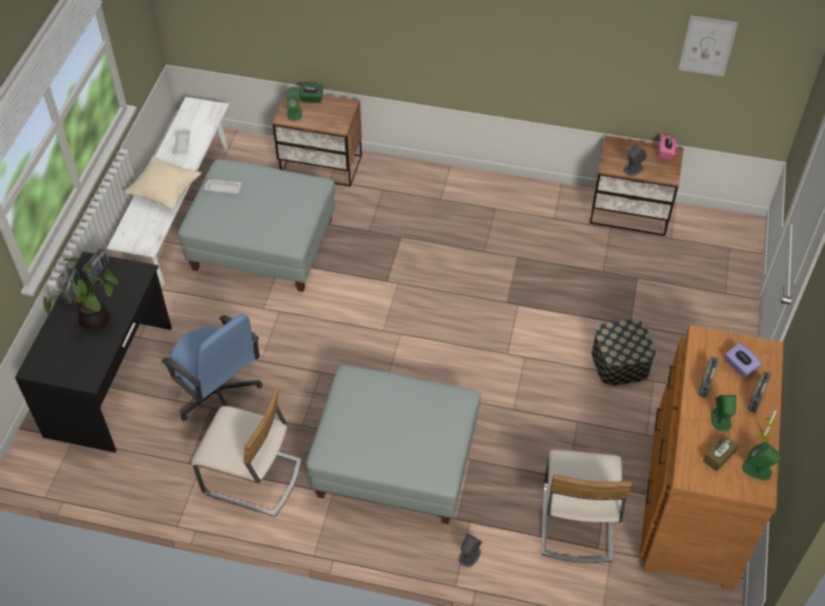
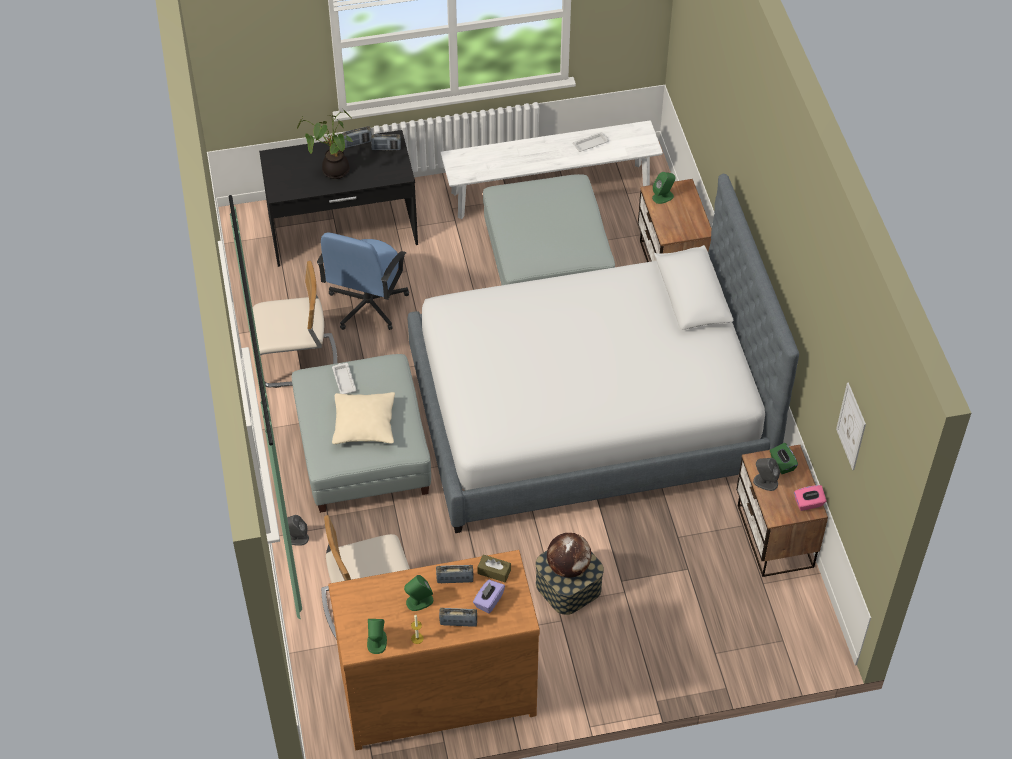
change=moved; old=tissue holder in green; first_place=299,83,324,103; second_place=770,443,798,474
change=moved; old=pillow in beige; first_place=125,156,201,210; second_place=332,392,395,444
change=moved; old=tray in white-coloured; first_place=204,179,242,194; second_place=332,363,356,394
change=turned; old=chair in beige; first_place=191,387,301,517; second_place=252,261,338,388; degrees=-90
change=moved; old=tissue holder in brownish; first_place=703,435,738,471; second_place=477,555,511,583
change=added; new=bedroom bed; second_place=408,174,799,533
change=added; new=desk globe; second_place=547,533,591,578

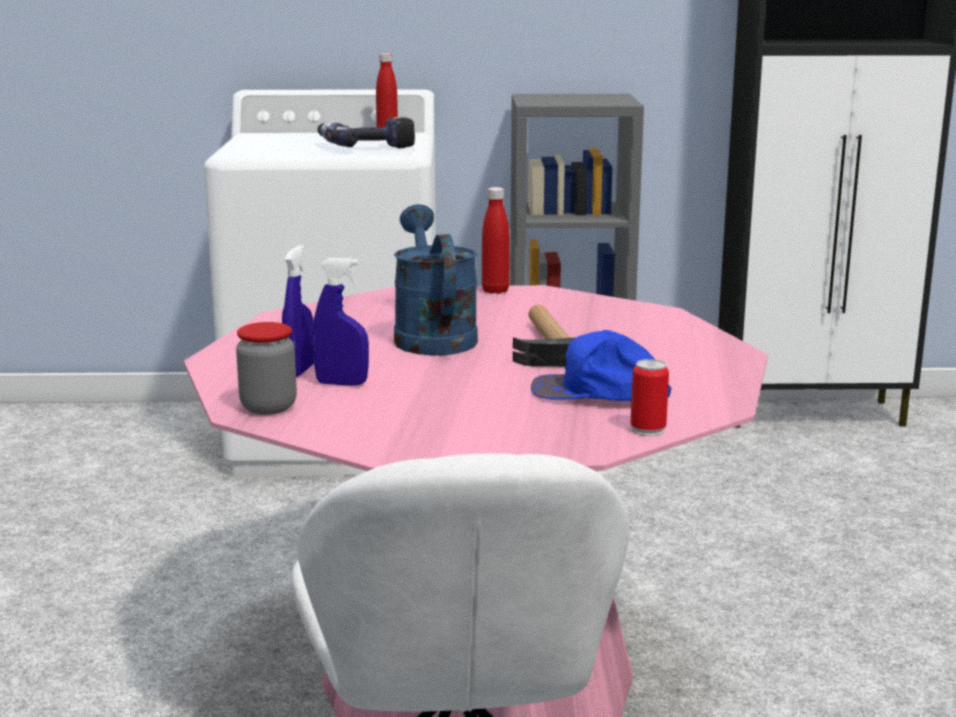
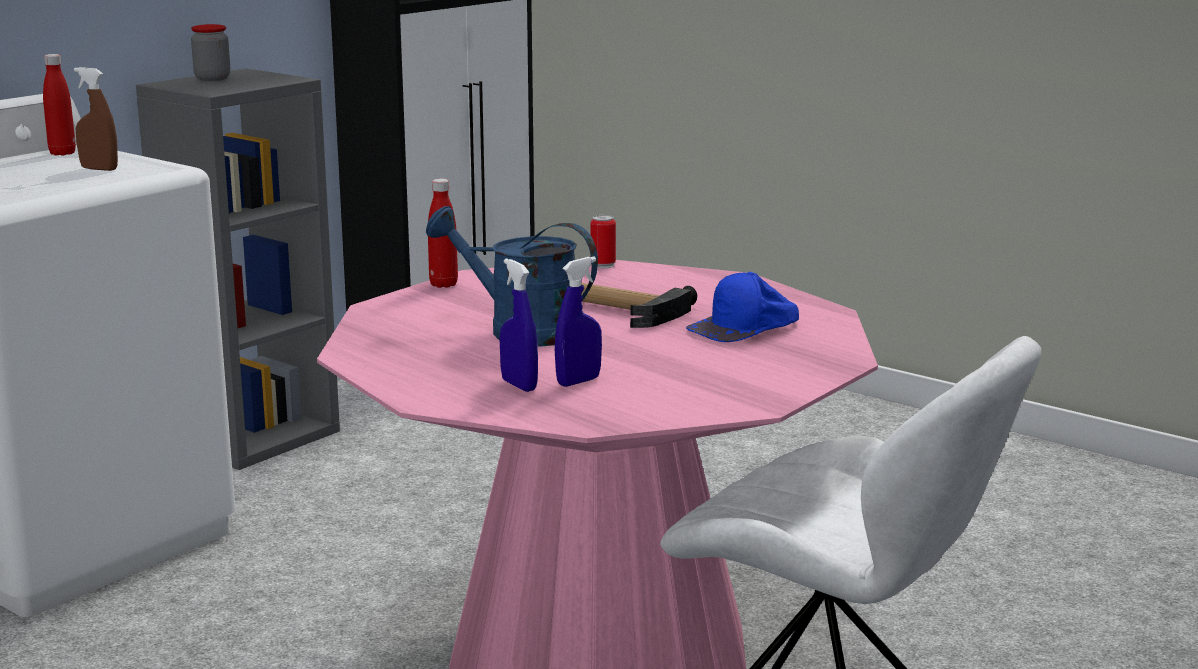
change=replaced; old=power drill; new=sprayer in brownish; first_place=317,117,415,148; second_place=74,67,118,171
change=moved; old=preserve jar; first_place=236,322,297,415; second_place=191,24,230,81
change=moved; old=sealed can; first_place=631,359,669,436; second_place=591,215,616,268

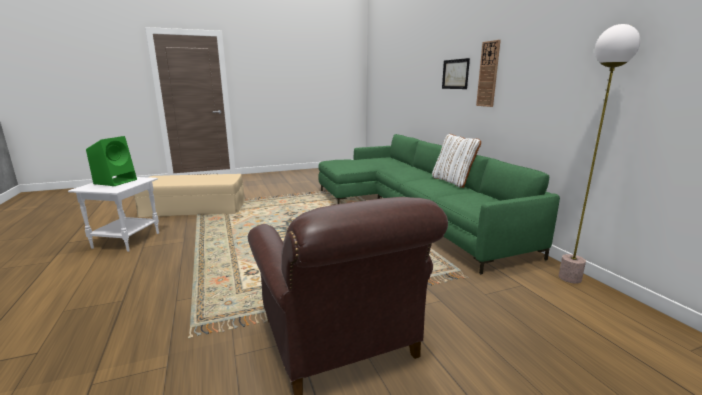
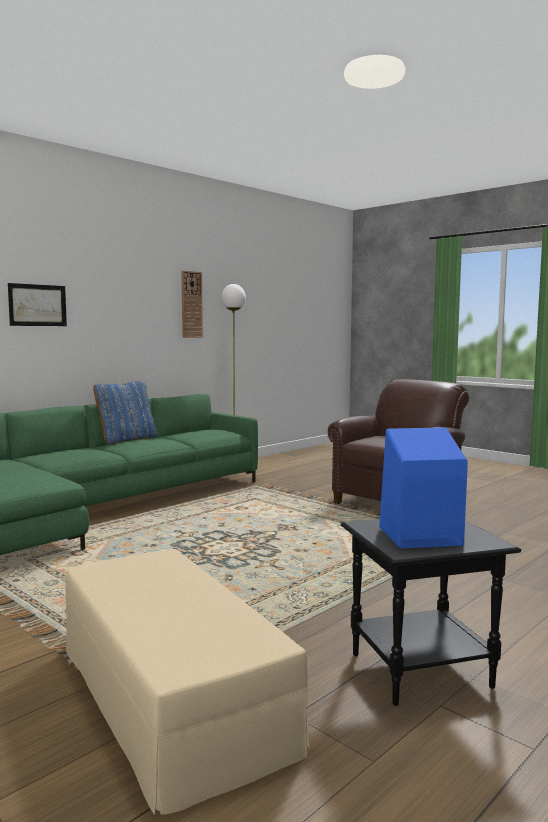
change=moved; old=hanging clock; first_place=476,40,501,107; second_place=181,270,203,338
change=recoloured; old=pillow in white-coloured; new=pillow in bluish; first_place=432,134,481,188; second_place=93,381,158,445
change=recoloured; old=speaker in green; new=speaker in bluish; first_place=86,136,137,186; second_place=379,427,468,548
change=recoloured; old=end table in white-coloured; new=end table in black; first_place=68,176,159,252; second_place=341,519,521,706

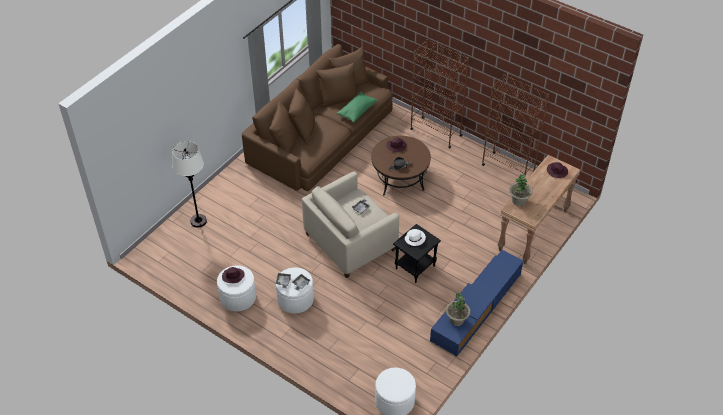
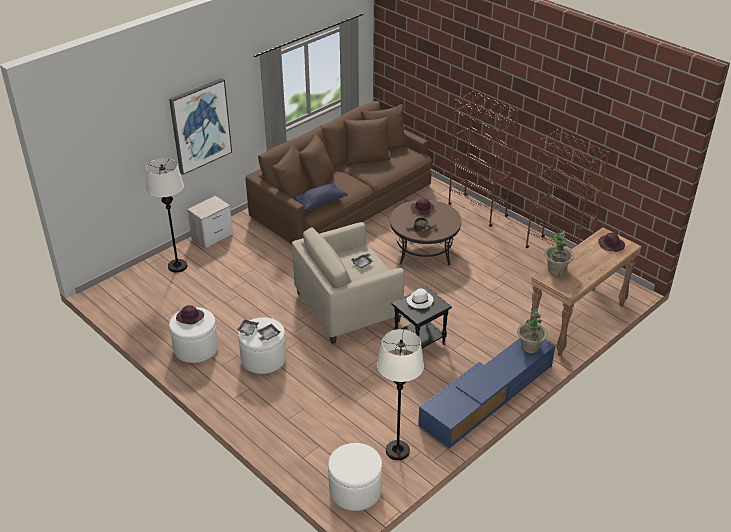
change=removed; old=pillow in green; first_place=337,91,378,123
change=moved; old=potted plant; first_place=446,293,470,326; second_place=517,308,547,353
change=added; new=wall picture; second_place=169,78,232,175
change=added; new=pillow in bluish; second_place=292,182,348,211
change=added; new=nightstand; second_place=187,196,233,248
change=added; new=floor lamp in white-coloured; second_place=377,329,424,460

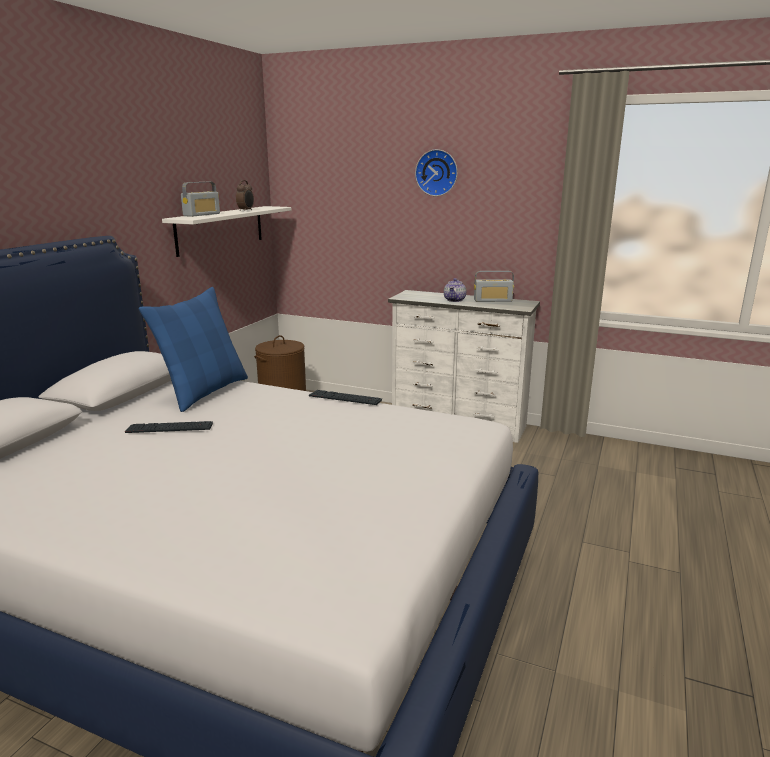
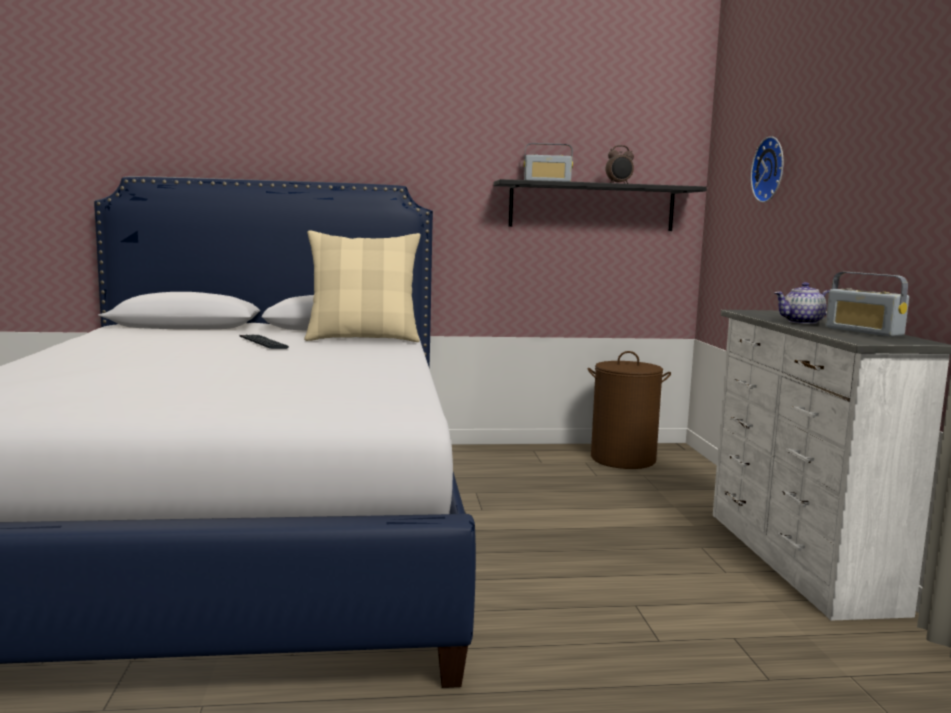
change=moved; old=hanging clock; first_place=415,149,458,196; second_place=751,136,784,203
change=recoloured; old=bracket shelf in white-coloured; new=bracket shelf in black; first_place=162,206,292,257; second_place=494,179,707,231
change=recoloured; old=pillow in bluish; new=pillow in beige; first_place=139,287,248,412; second_place=304,230,421,342
change=removed; old=keyboard; first_place=309,390,382,405

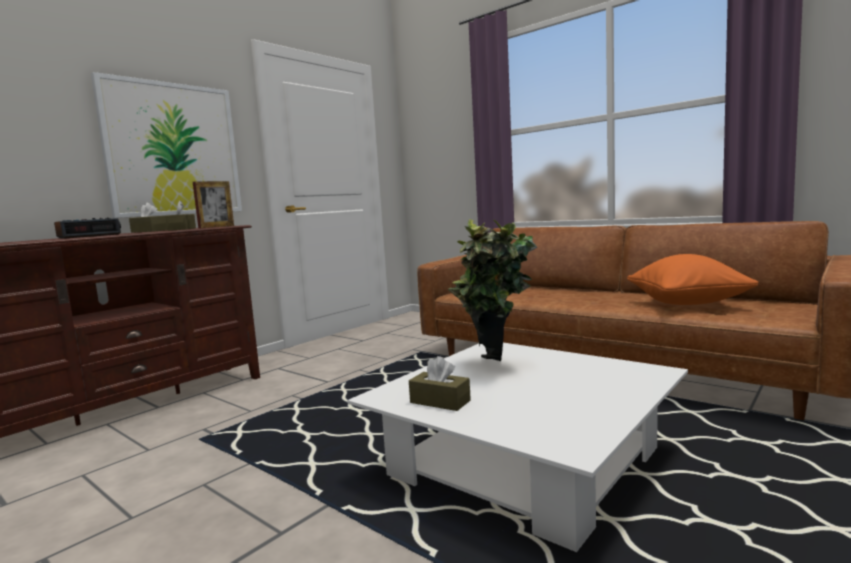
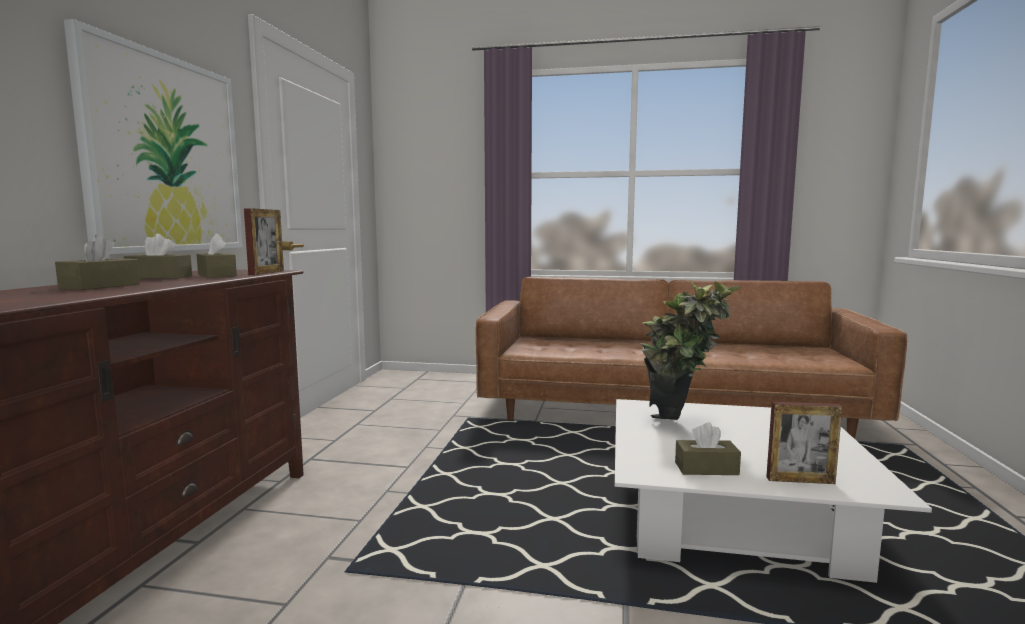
change=replaced; old=bedside clock; new=tissue holder in brownish; first_place=54,217,121,238; second_place=55,235,140,290
change=removed; old=pillow in orangey; first_place=627,254,759,305
change=added; new=standing frame; second_place=766,402,842,484

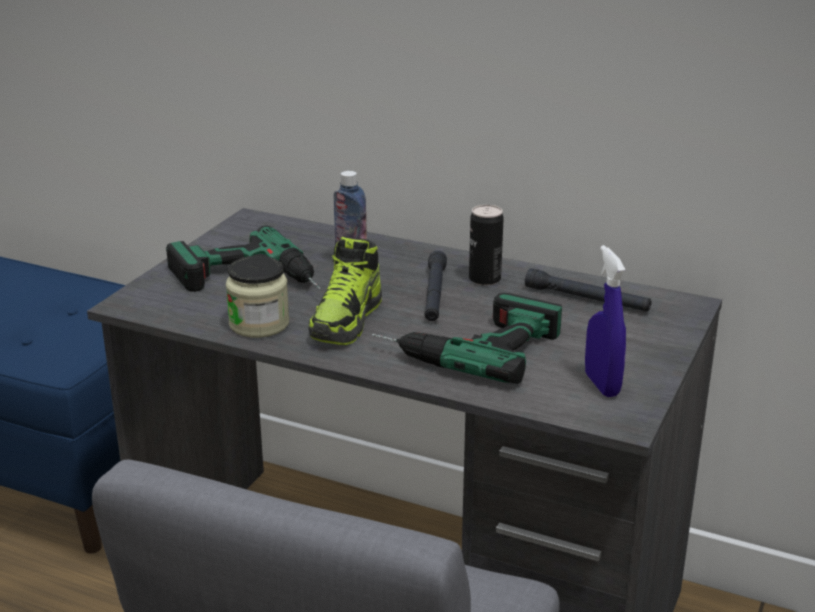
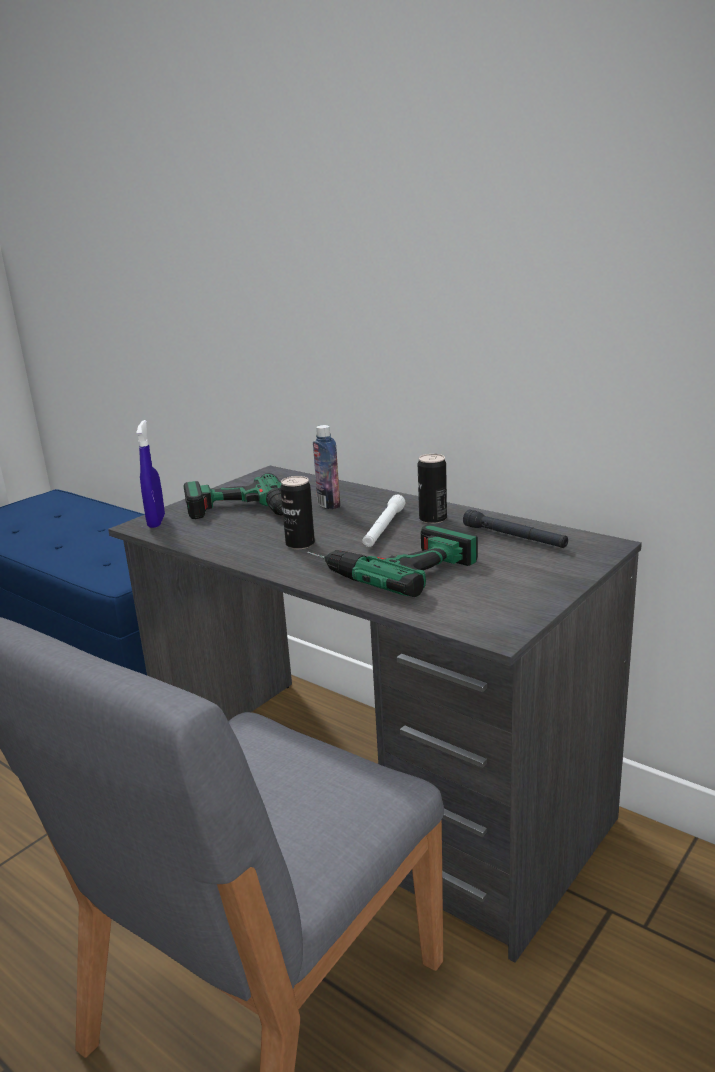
change=replaced; old=shoe; new=sealed can; first_place=308,237,382,345; second_place=280,476,315,549
change=moved; old=sprayer in bluish; first_place=585,245,626,397; second_place=136,420,165,528
change=recoloured; old=hand torch in black; new=hand torch in white-coloured; first_place=425,251,447,321; second_place=363,495,405,547
change=removed; old=preserve jar; first_place=226,256,289,338

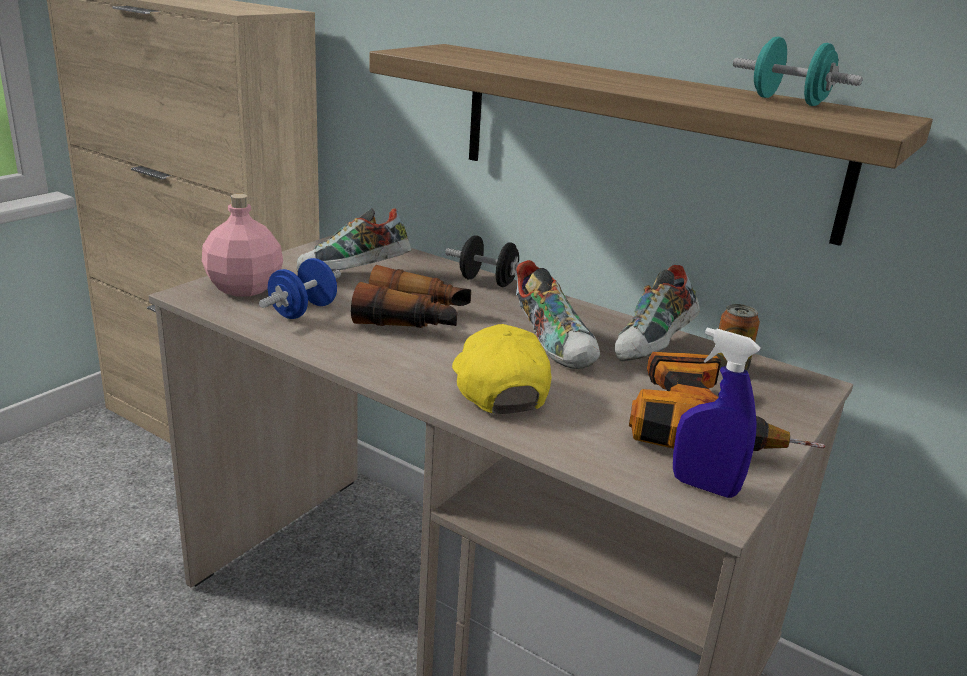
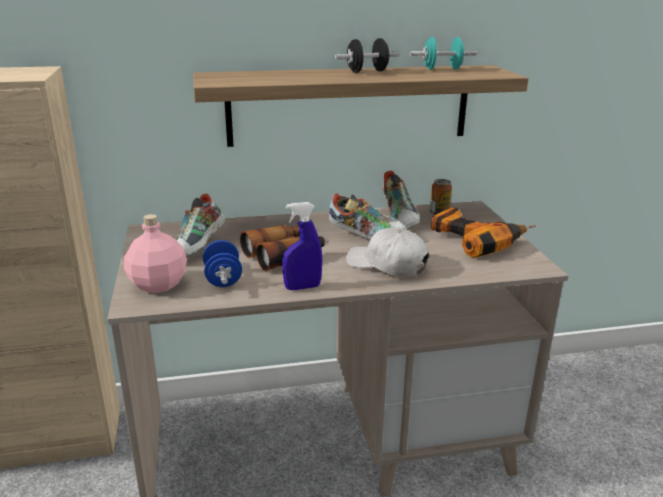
change=moved; old=hand weight in black; first_place=445,235,520,287; second_place=335,38,400,73
change=recoloured; old=baseball cap in yellowish; new=baseball cap in white-coloured; first_place=452,324,551,414; second_place=346,227,429,277
change=moved; old=sprayer in bluish; first_place=673,327,760,498; second_place=282,202,322,290

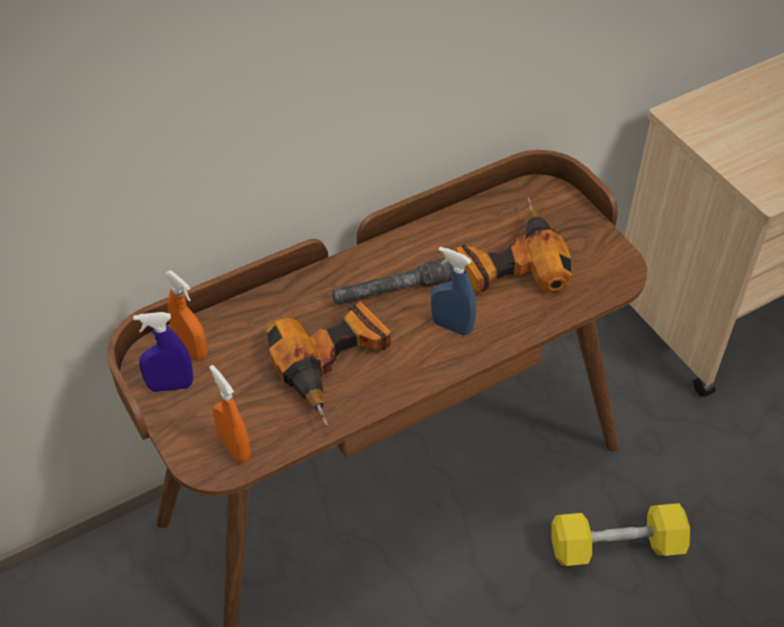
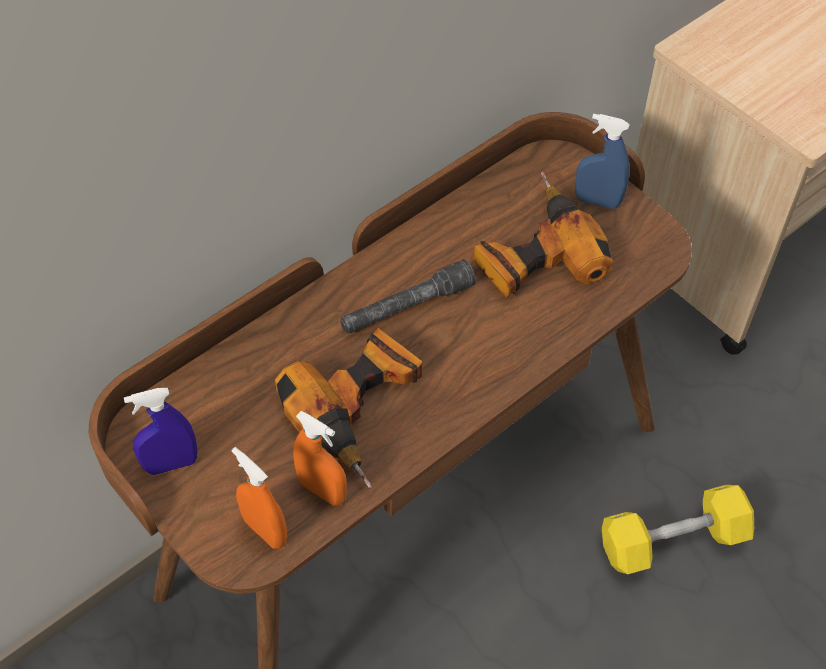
change=moved; old=sprayer in bluish; first_place=431,247,476,336; second_place=575,113,630,209
change=moved; old=sprayer in orangey; first_place=165,270,207,361; second_place=293,411,347,506

